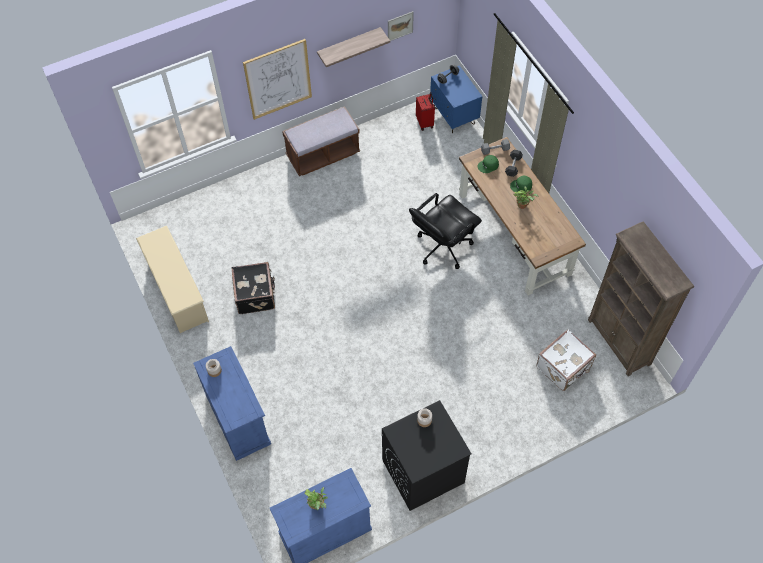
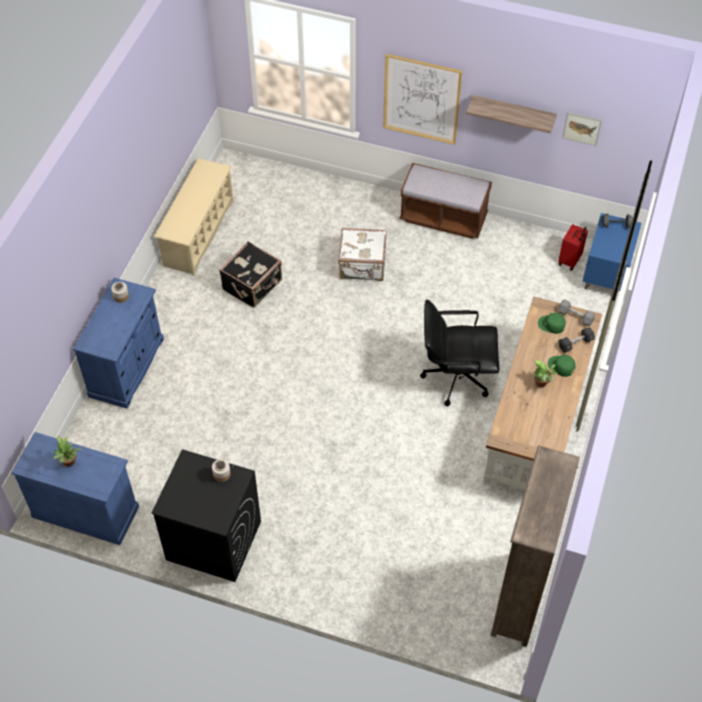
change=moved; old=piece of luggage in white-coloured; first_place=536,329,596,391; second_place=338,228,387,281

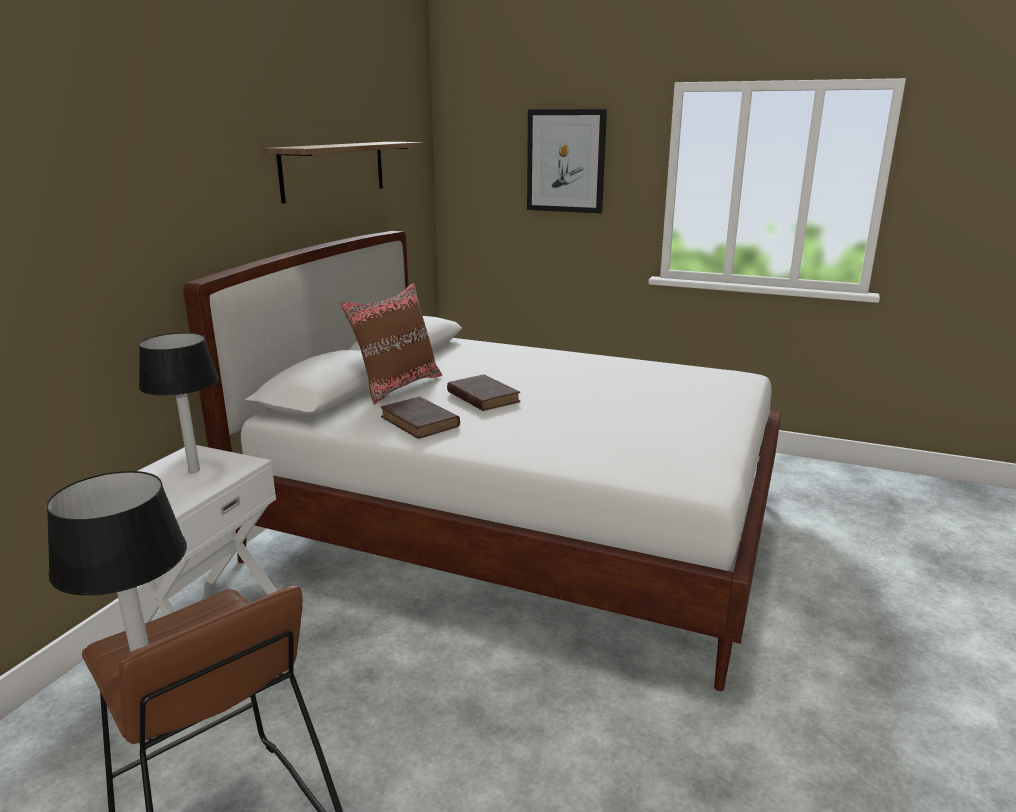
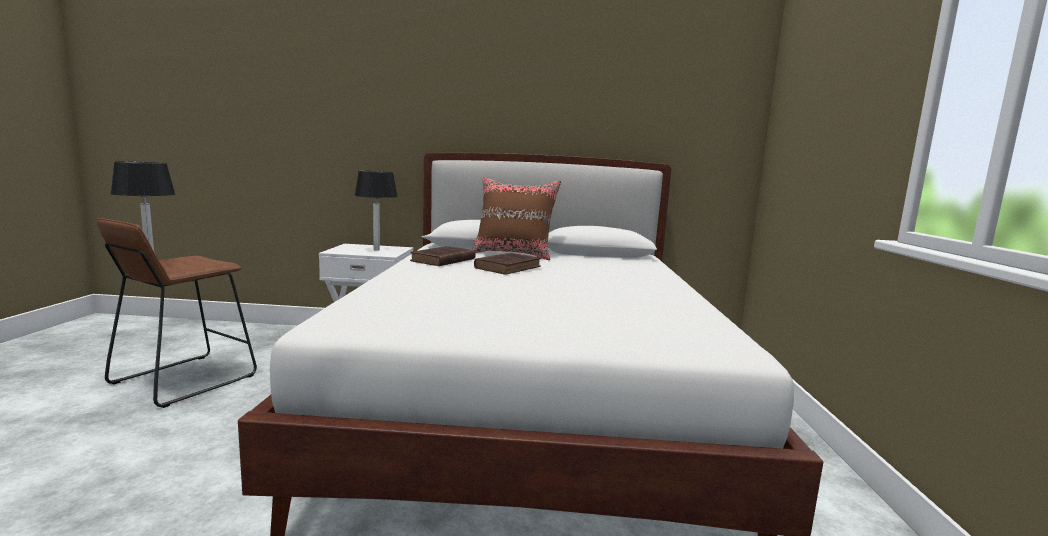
change=removed; old=wall picture; first_place=527,109,607,213
change=removed; old=bracket shelf; first_place=262,142,423,204

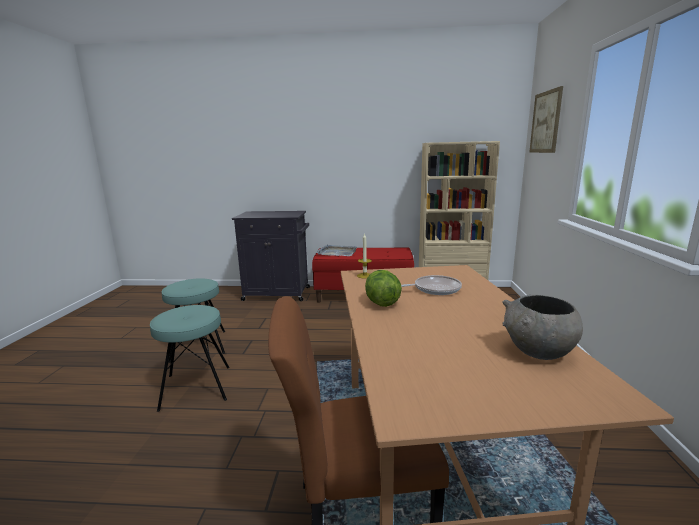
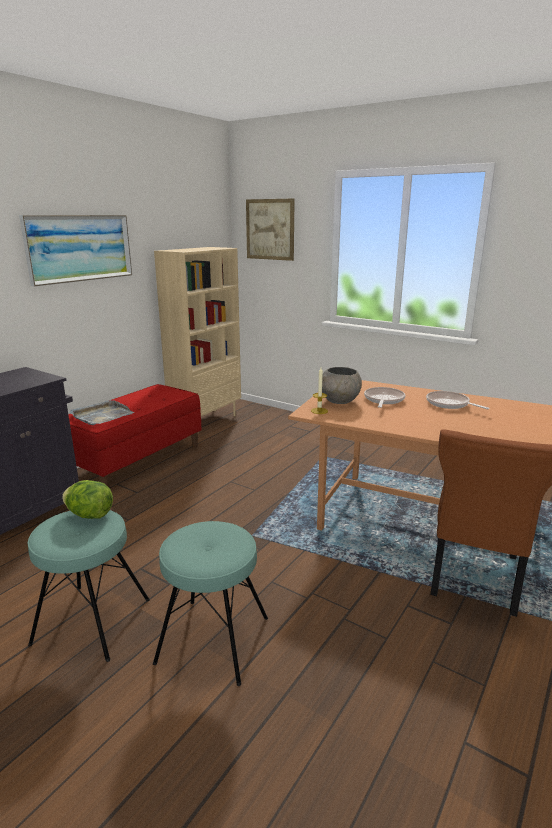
change=moved; old=lettuce head; first_place=365,270,402,307; second_place=62,480,113,519
change=moved; old=serving bowl in gray; first_place=502,295,583,360; second_place=322,367,362,404
change=added; new=wall picture; second_place=19,215,132,286
change=added; new=skillet; second_place=426,391,490,409

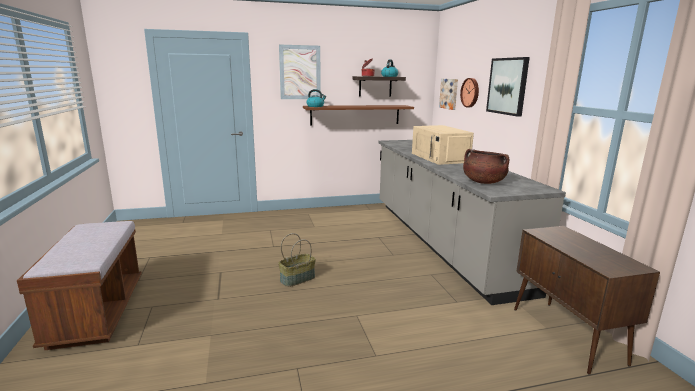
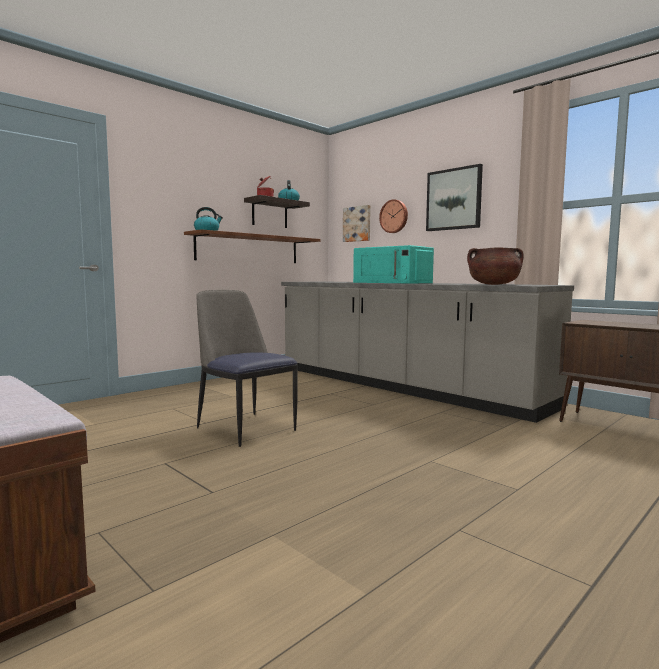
change=removed; old=wall picture; first_place=279,44,321,99
change=recoloured; old=kitchen microwave in beige; new=kitchen microwave in turquoise-coloured; first_place=412,125,474,165; second_place=353,245,434,284
change=removed; old=storage basket; first_place=278,233,316,287
change=added; new=chair; second_place=196,290,298,447

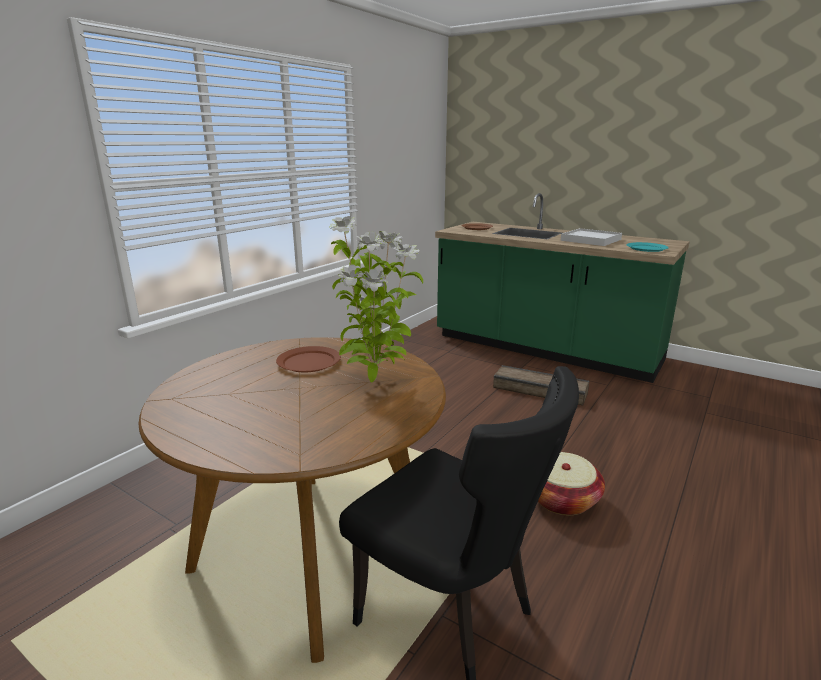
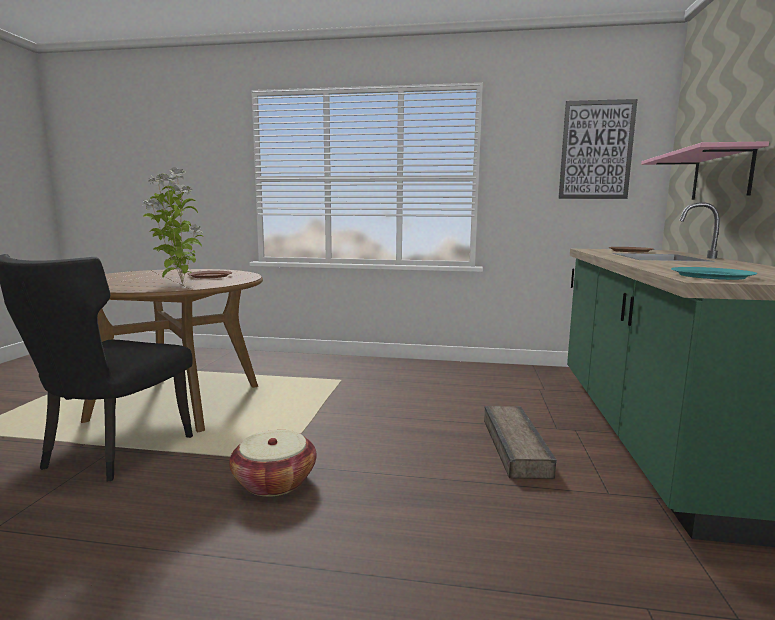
change=removed; old=tray in white-coloured; first_place=561,228,622,246
change=added; new=wall picture; second_place=558,99,637,199
change=added; new=bracket shelf in pinkish; second_place=641,141,769,200

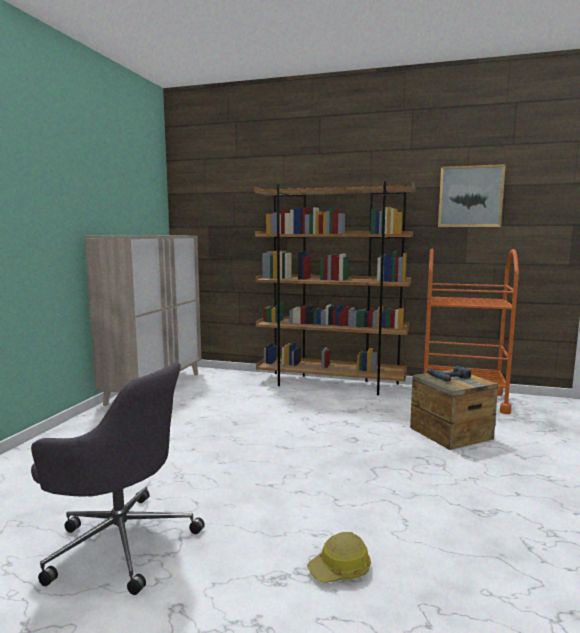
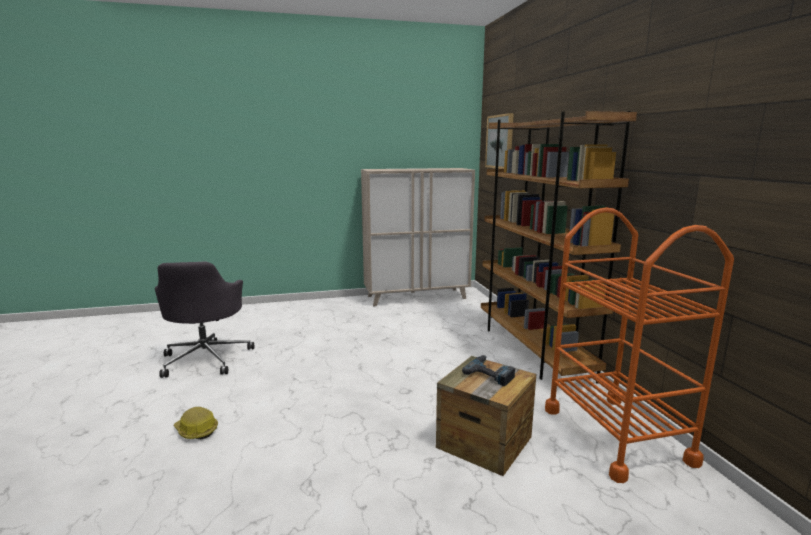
change=moved; old=wall picture; first_place=438,164,506,227; second_place=485,113,514,169

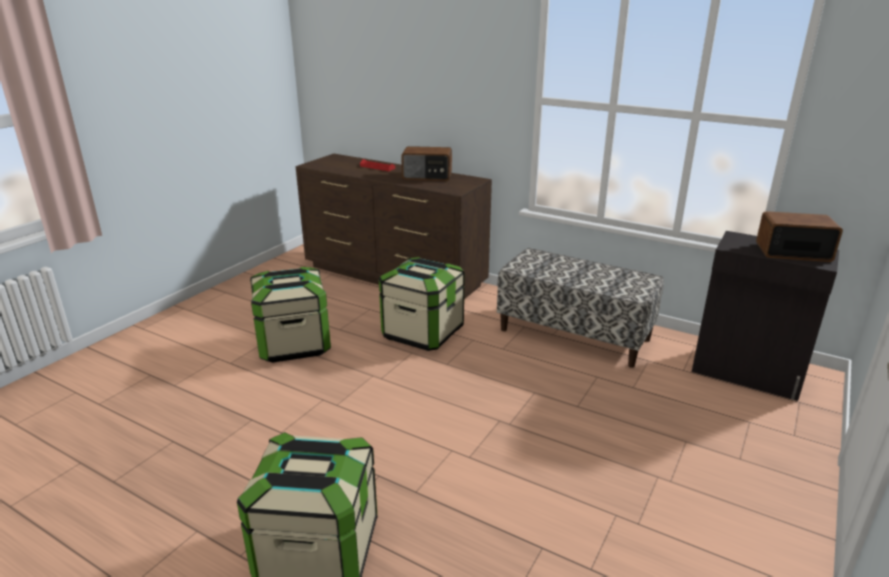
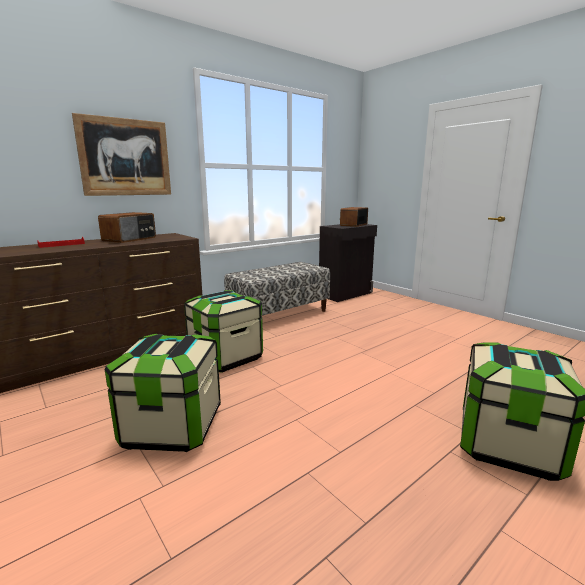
change=added; new=wall picture; second_place=72,113,171,196

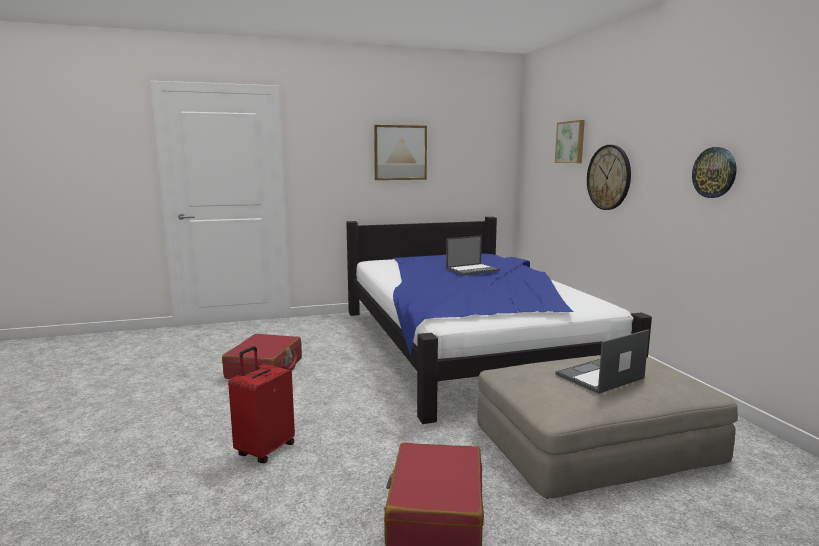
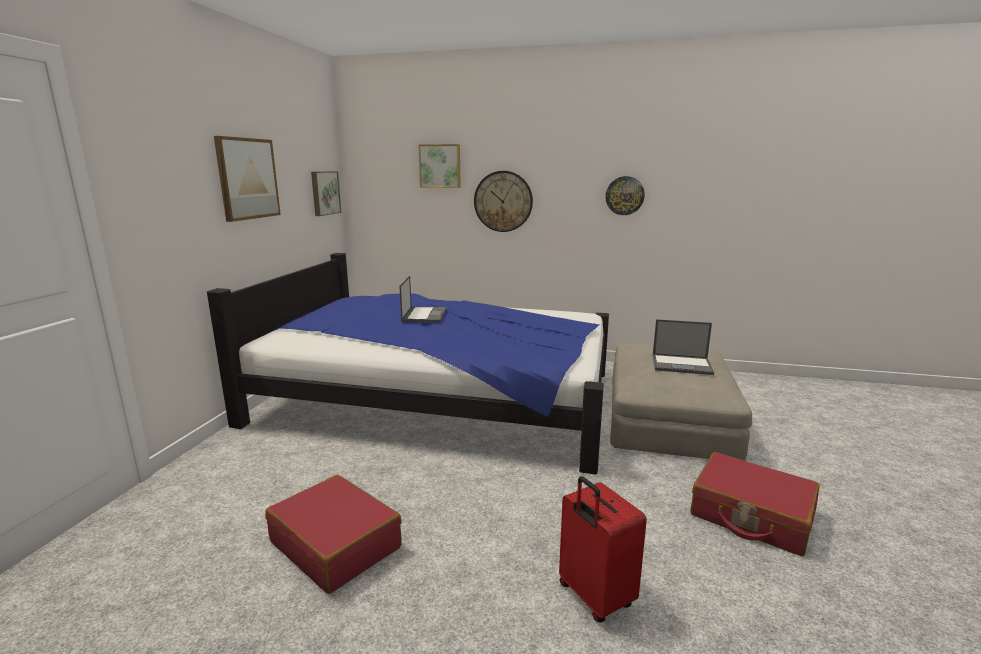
change=turned; old=notebook computer; first_place=555,329,649,394; second_place=653,319,714,375; degrees=-75
change=added; new=wall picture; second_place=311,171,341,216

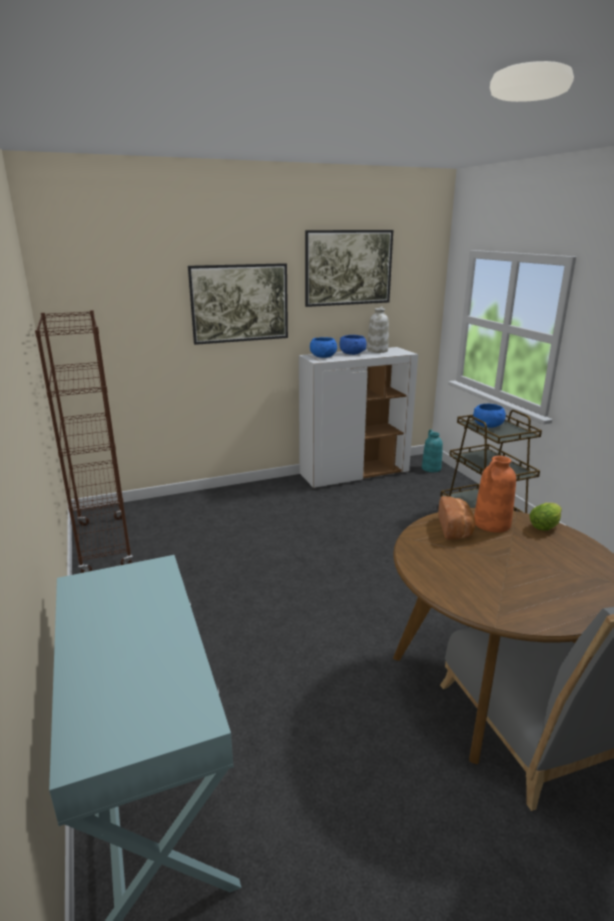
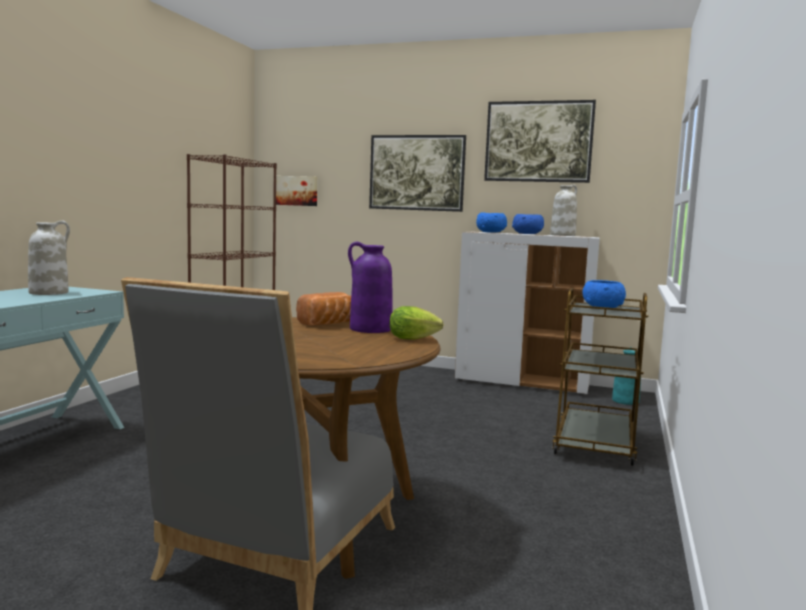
change=recoloured; old=decorative vase in orangey; new=decorative vase in purplish; first_place=474,456,516,533; second_place=348,242,393,333
change=added; new=wall picture; second_place=276,176,317,206
change=added; new=decorative vase in white-coloured; second_place=28,220,70,295

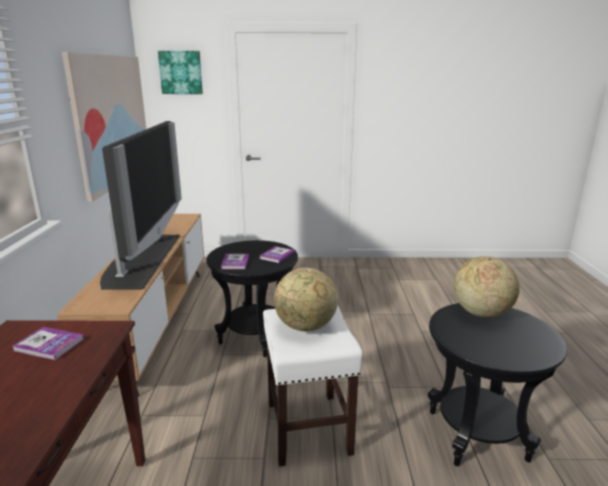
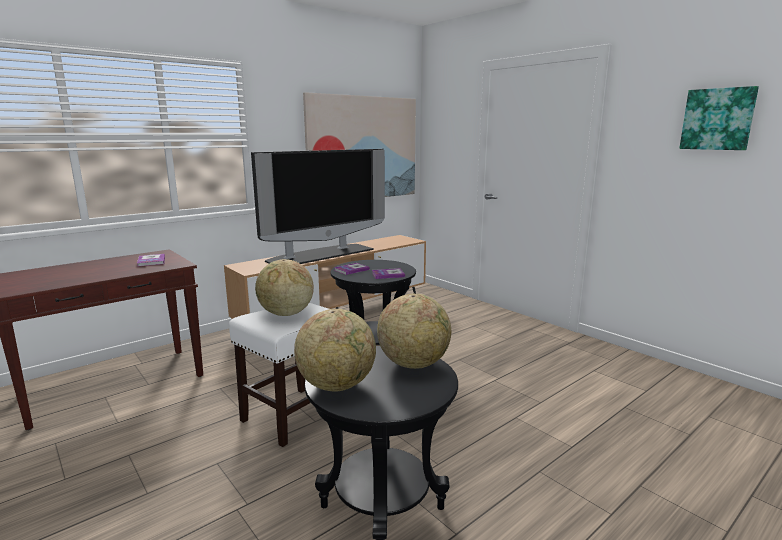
change=moved; old=wall picture; first_place=158,51,203,94; second_place=679,86,759,150
change=added; new=desk globe; second_place=294,309,376,392

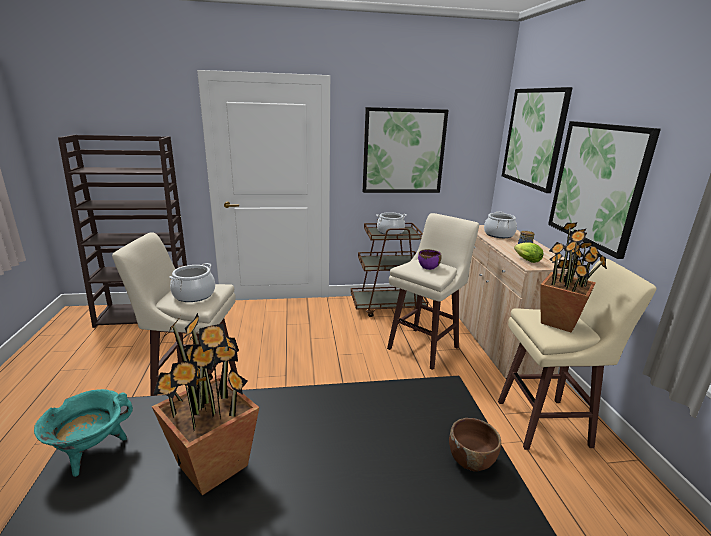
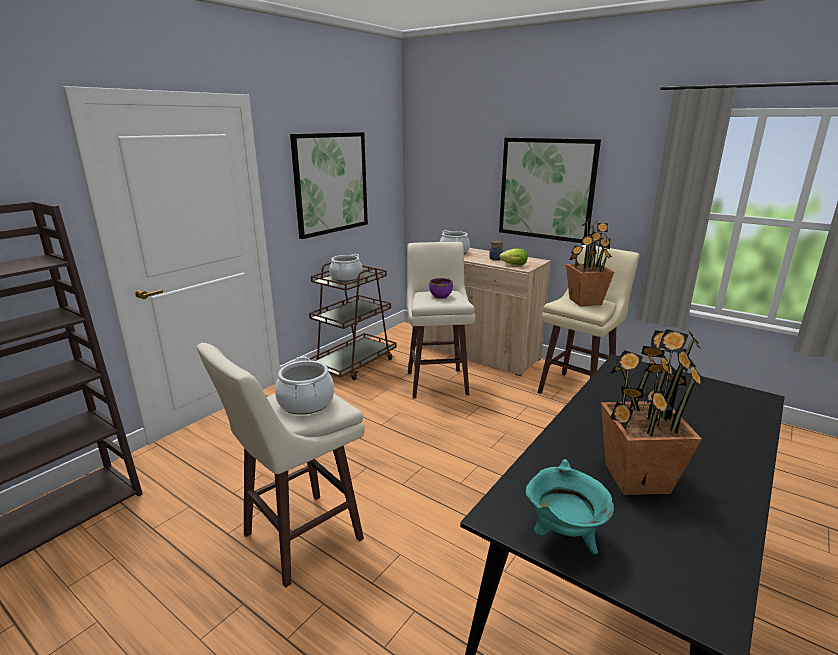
change=removed; old=wall picture; first_place=502,87,573,193
change=removed; old=serving bowl in brownish; first_place=449,418,501,471

